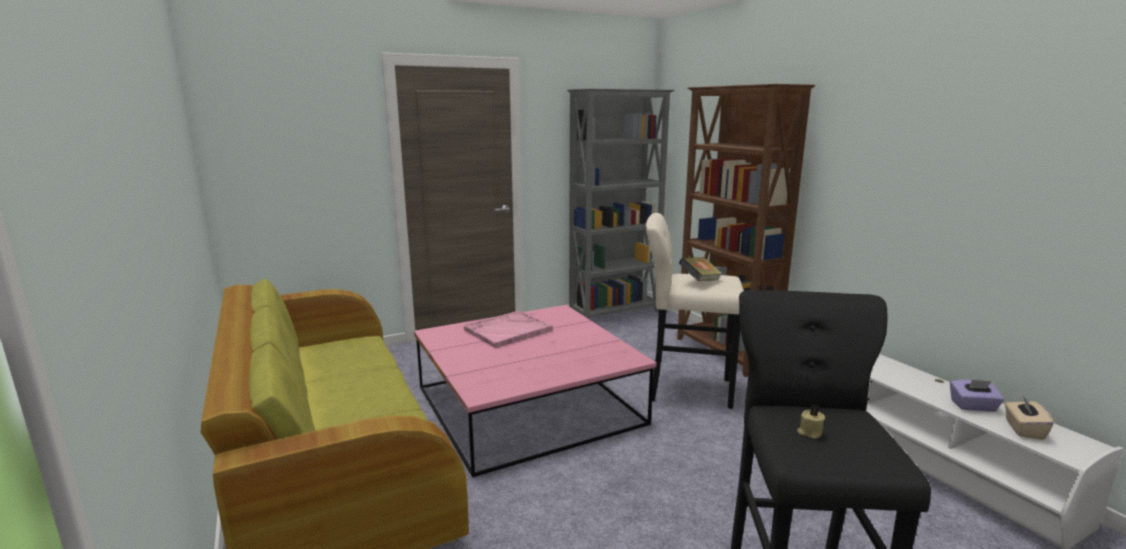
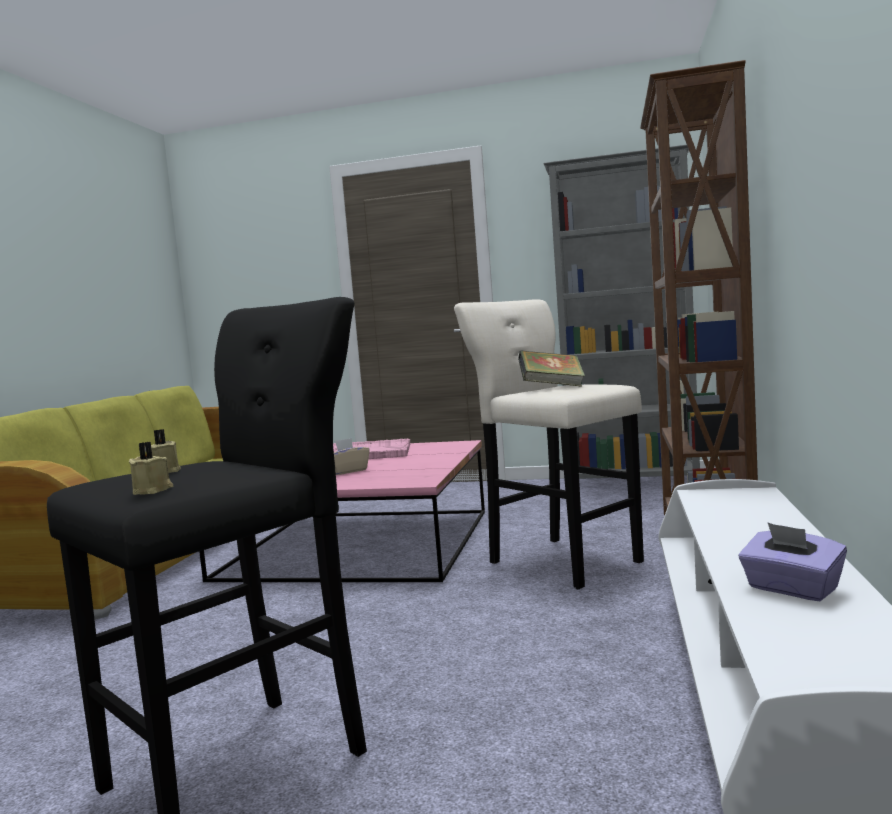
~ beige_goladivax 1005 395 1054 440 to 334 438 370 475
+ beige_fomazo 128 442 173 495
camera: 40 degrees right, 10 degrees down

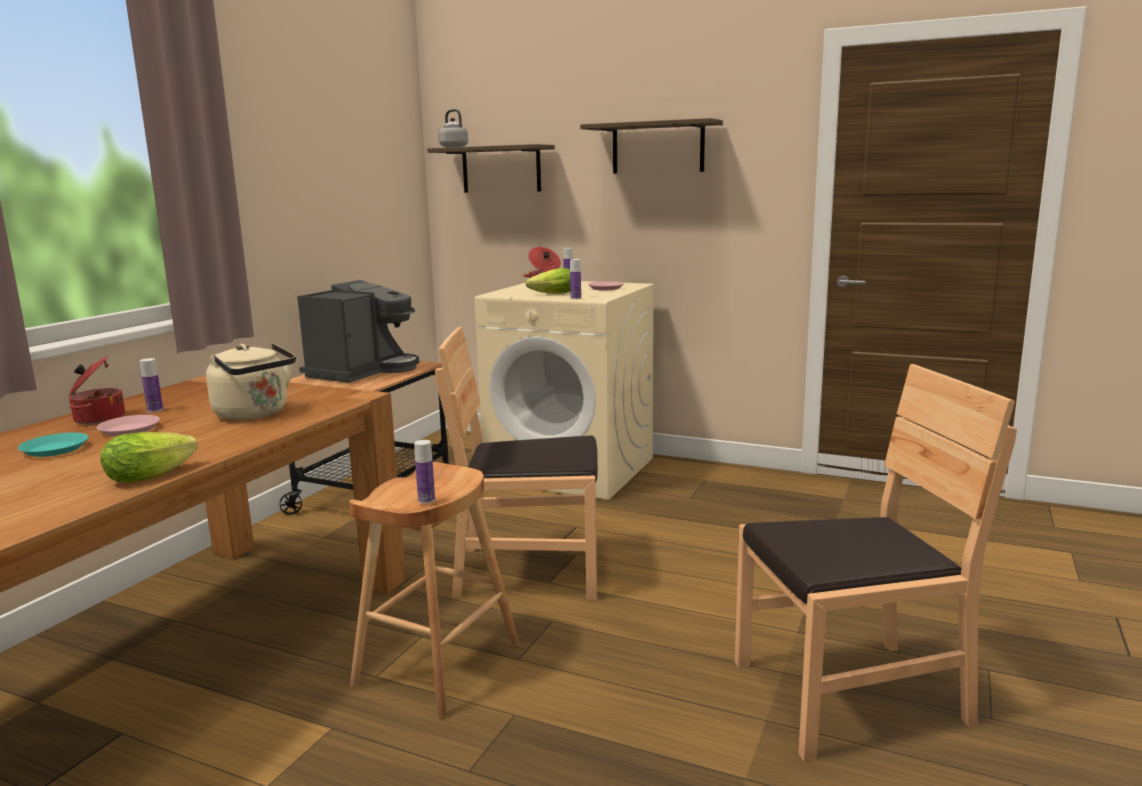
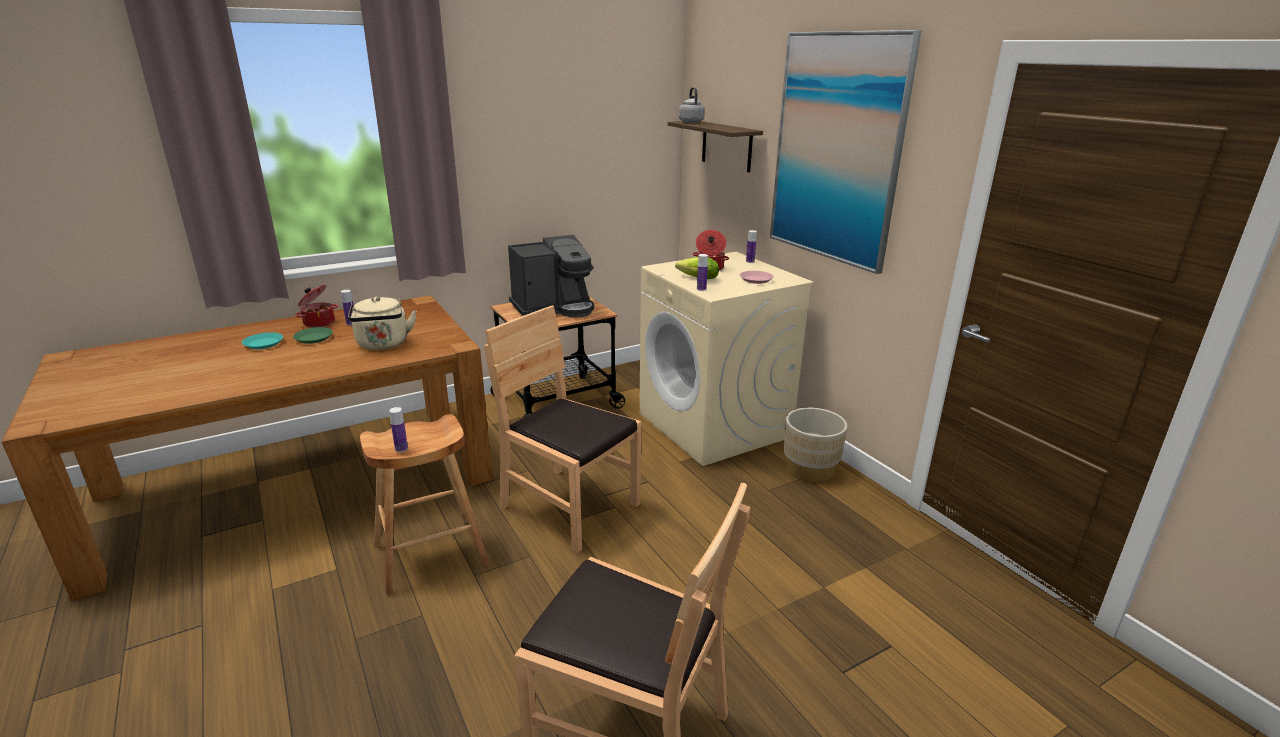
~ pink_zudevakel 97 415 160 436 to green_zudevakel 293 327 333 344
- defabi 100 432 198 483
~ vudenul 580 118 723 174 to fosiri 770 30 922 274
+ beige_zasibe 784 407 847 482
camera: 35 degrees right, 10 degrees up

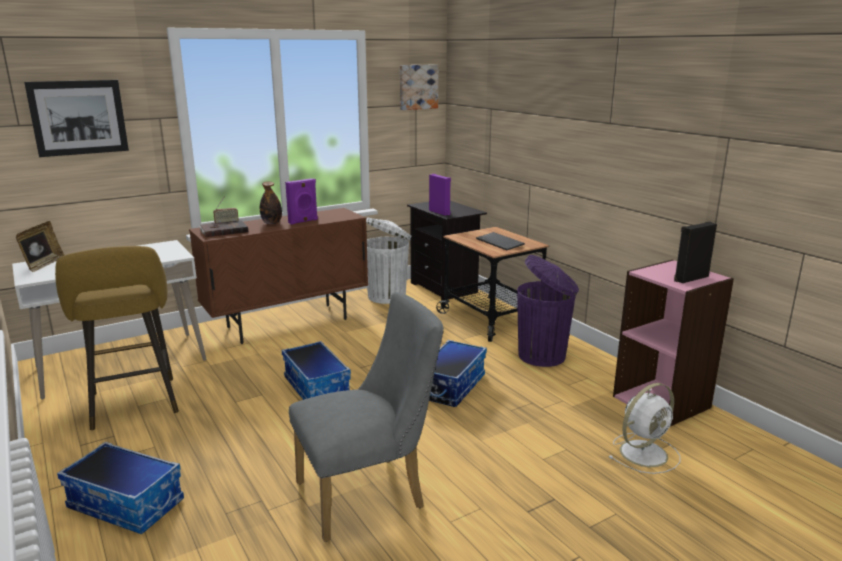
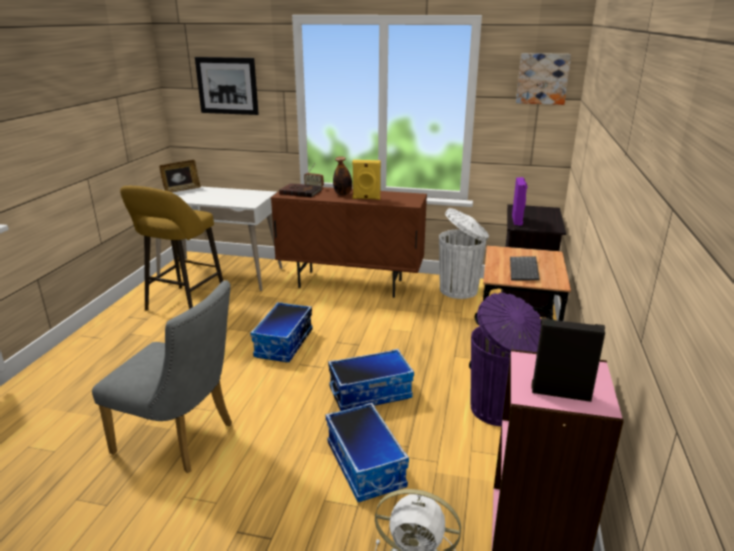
~ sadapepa 57 442 184 534 to 326 403 409 502
~ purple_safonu 285 178 318 225 to yellow_safonu 352 160 381 200
camera: 45 degrees right, 5 degrees up

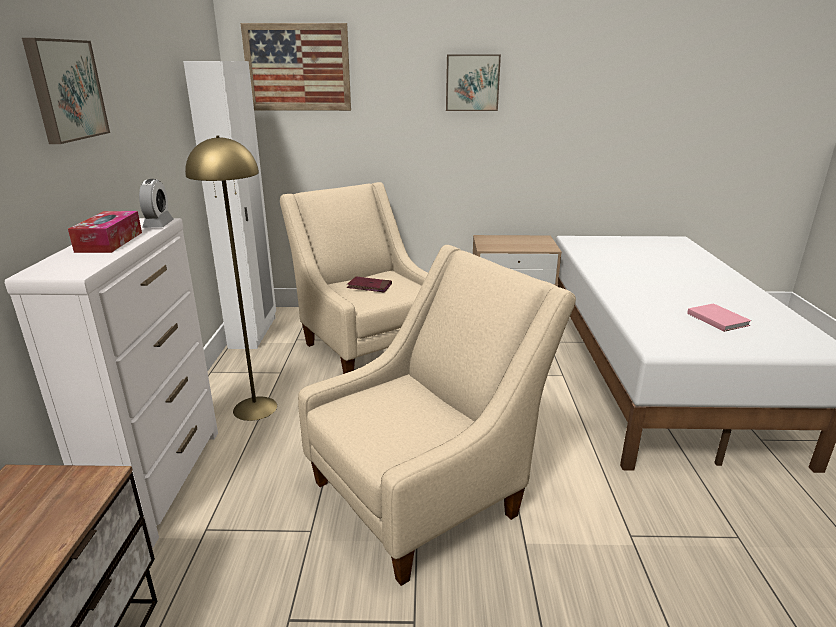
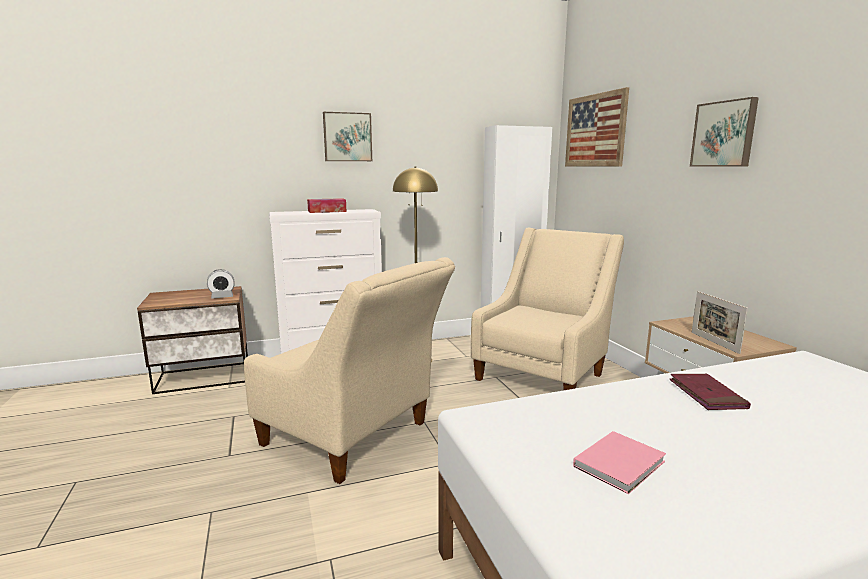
~ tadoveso 139 179 174 228 to 207 269 235 299
~ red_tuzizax 347 276 392 293 to 669 373 751 410
+ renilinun 691 291 748 354
camera: 70 degrees right, 10 degrees down

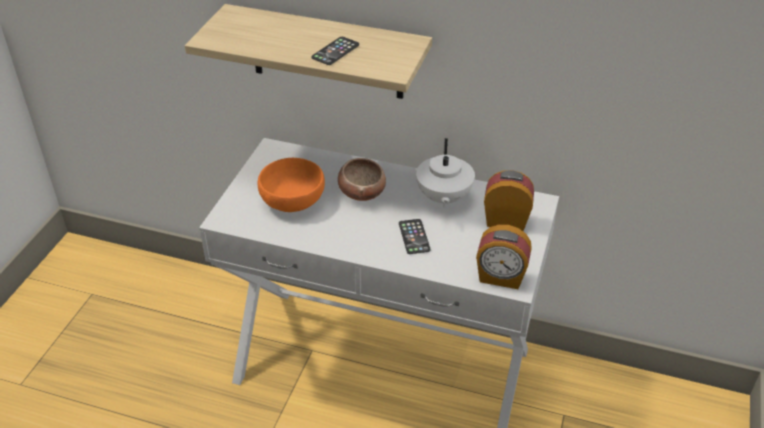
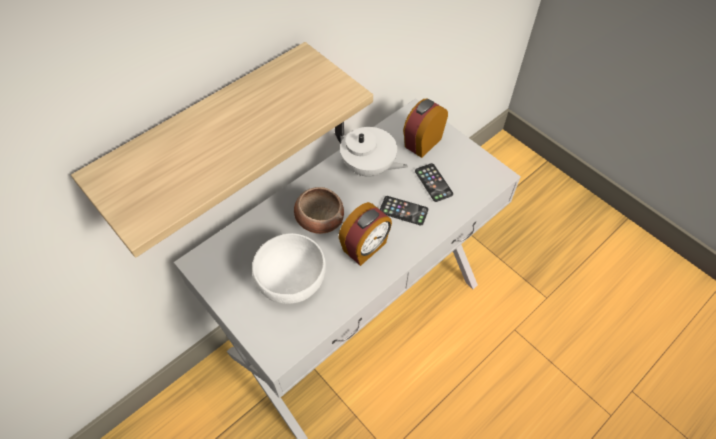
~ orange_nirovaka 257 158 325 212 to white_nirovaka 252 233 326 304
~ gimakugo 311 37 359 65 to 415 163 453 202
~ tadoveso 476 225 532 289 to 338 202 392 266
camera: 60 degrees left, 15 degrees up

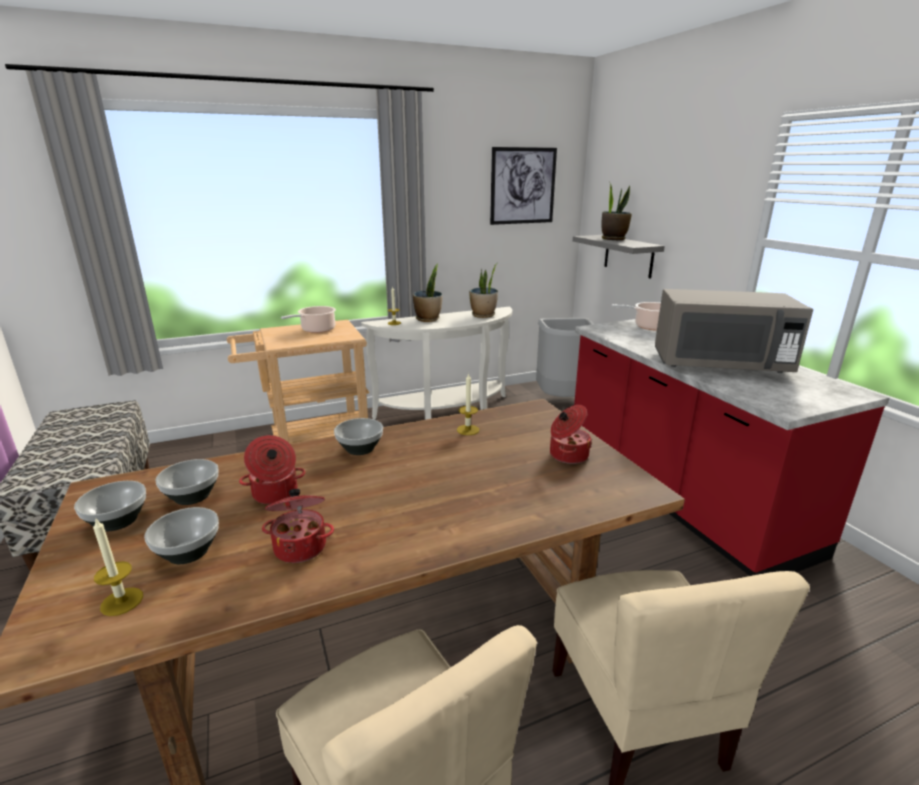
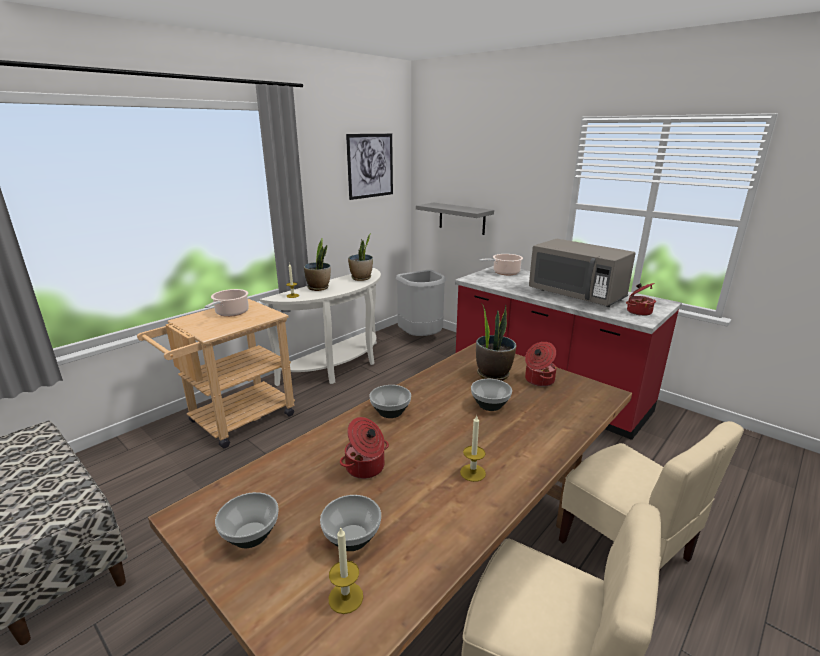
~ nirovaka 155 459 218 505 to 471 379 512 411
~ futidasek 262 489 334 563 to 626 283 656 316
~ fomazo 457 373 479 435 to 460 416 486 482
~ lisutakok 601 183 632 240 to 476 303 516 381
~ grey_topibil 655 289 813 373 = 529 239 635 307 60 degrees clockwise
camera: 25 degrees left, 0 degrees up

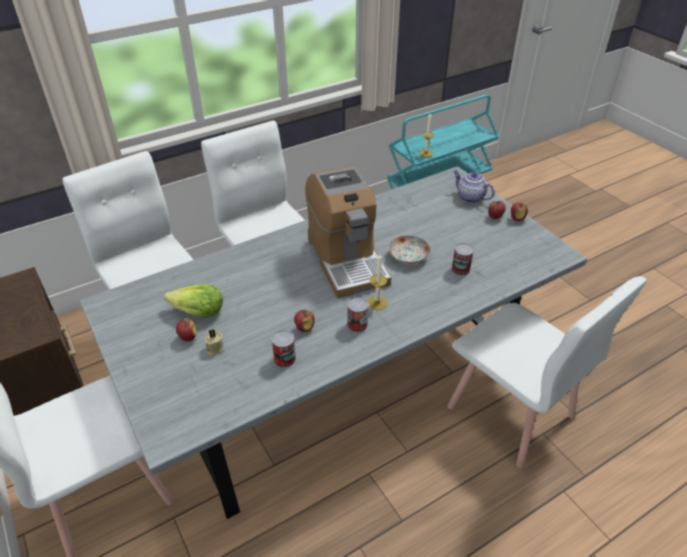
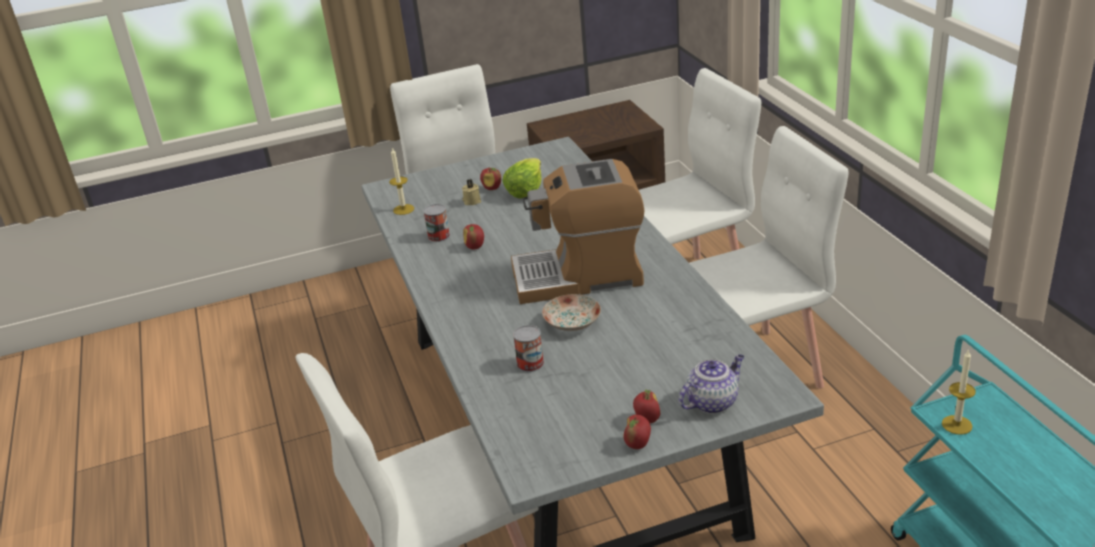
- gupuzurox 347 297 369 332
~ fomazo 368 254 387 310 to 389 147 414 215
camera: 105 degrees right, 10 degrees down

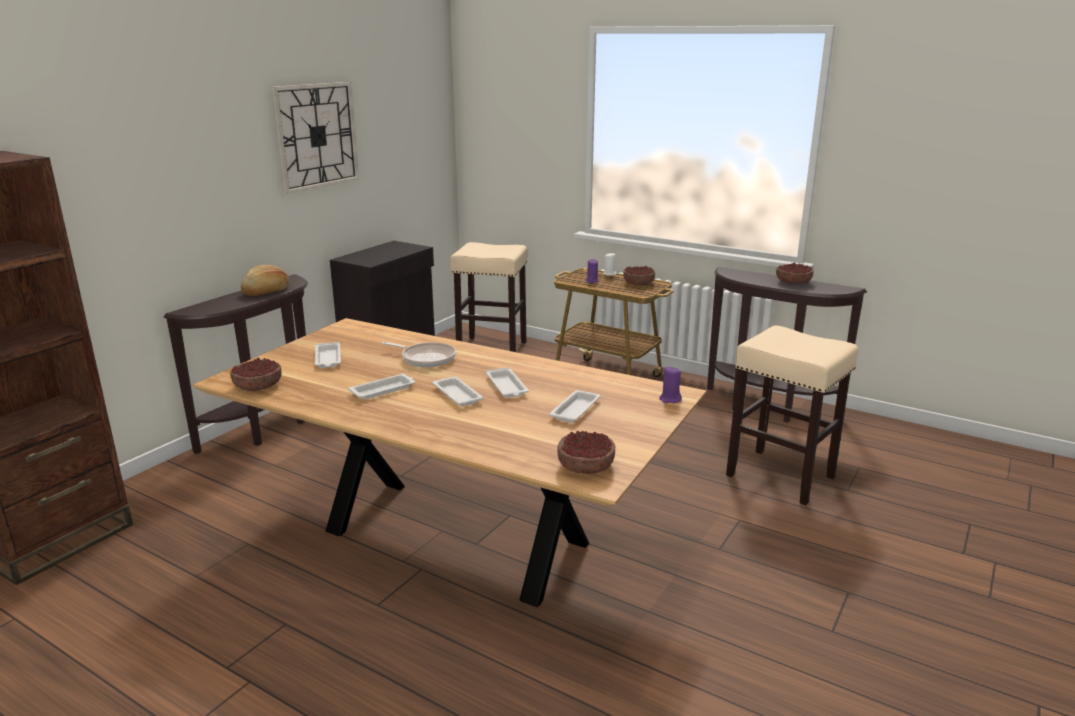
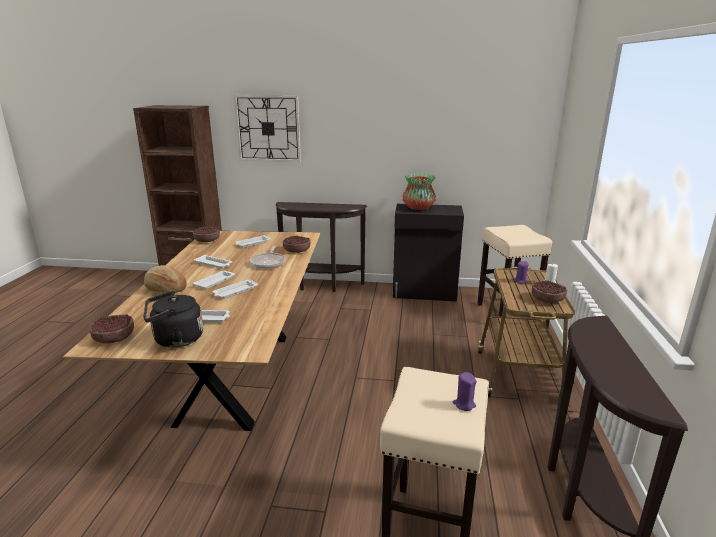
~ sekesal 241 265 289 296 to 144 265 187 293
~ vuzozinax 272 82 359 194 to 234 95 301 162
~ purple_fomazo 659 366 682 403 to 453 372 477 411
~ nirovaka 776 262 814 284 to 283 235 311 253
+ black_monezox 144 291 203 348
+ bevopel 403 173 436 210
camera: 65 degrees right, 0 degrees up

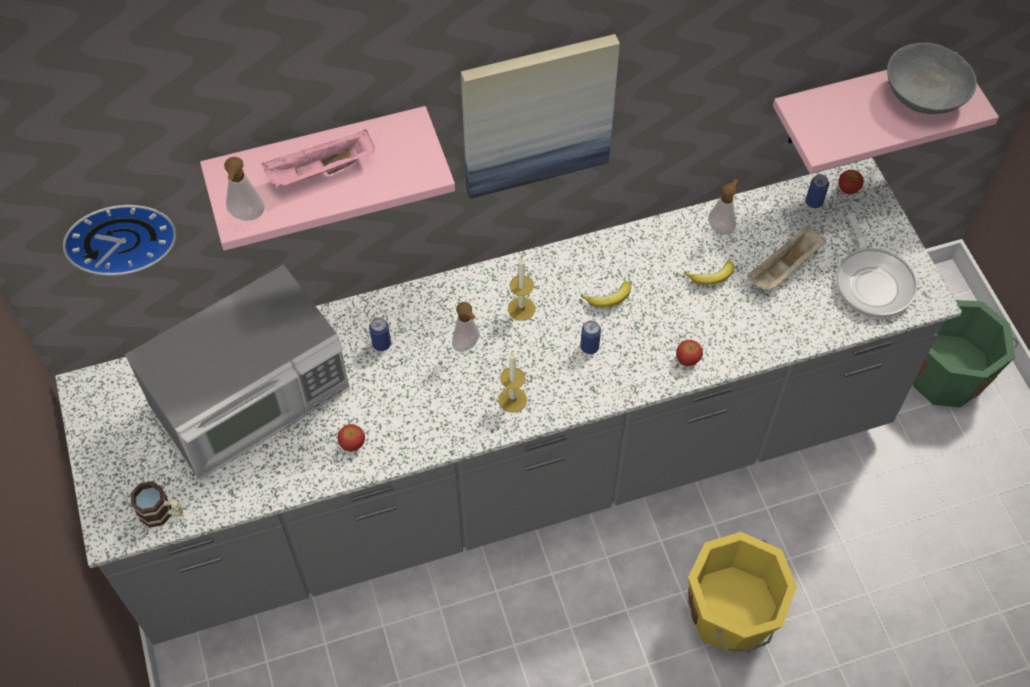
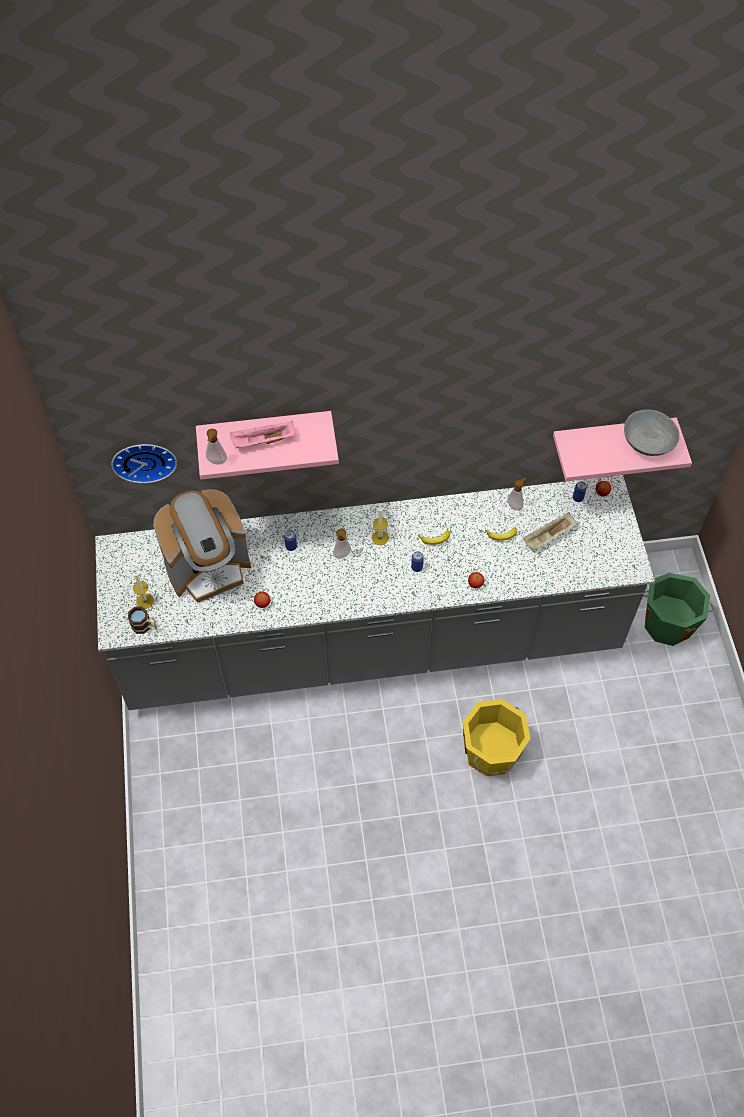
~ topibil 125 265 350 480 to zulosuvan 153 489 251 603
- fosiri 461 34 620 199
~ fomazo 498 352 527 413 to 133 572 154 609
- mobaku 836 213 917 318
camera: 10 degrees right, 0 degrees up

